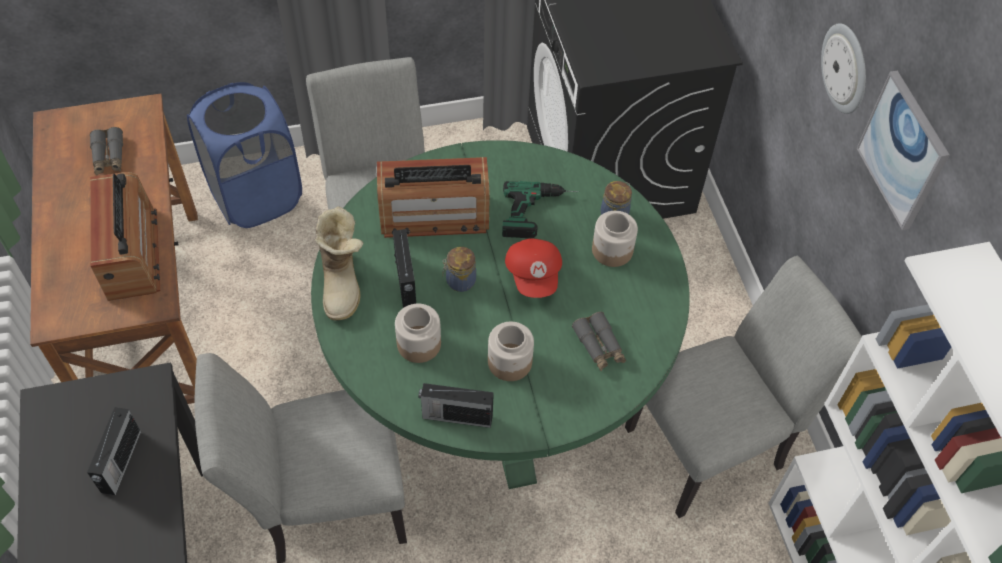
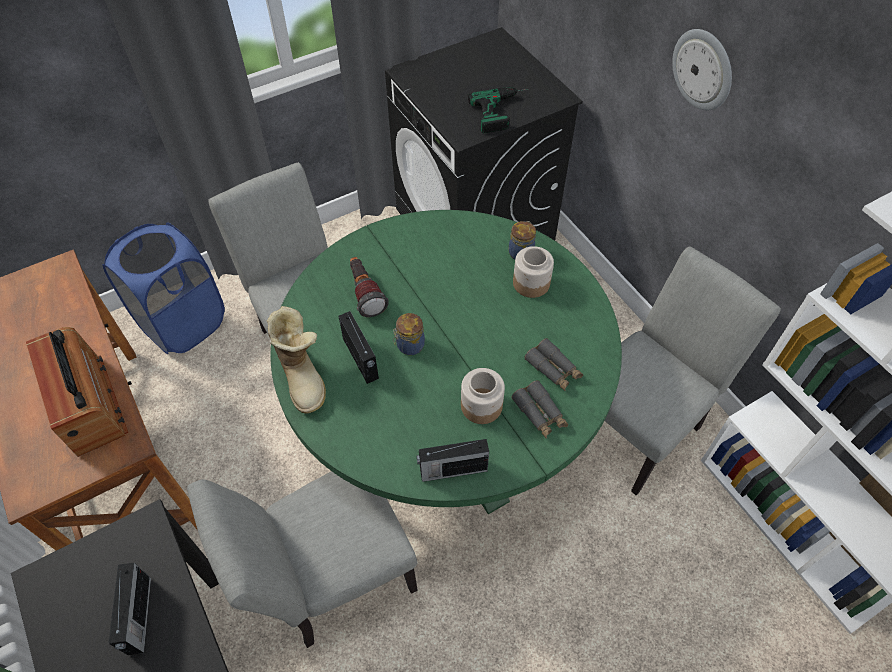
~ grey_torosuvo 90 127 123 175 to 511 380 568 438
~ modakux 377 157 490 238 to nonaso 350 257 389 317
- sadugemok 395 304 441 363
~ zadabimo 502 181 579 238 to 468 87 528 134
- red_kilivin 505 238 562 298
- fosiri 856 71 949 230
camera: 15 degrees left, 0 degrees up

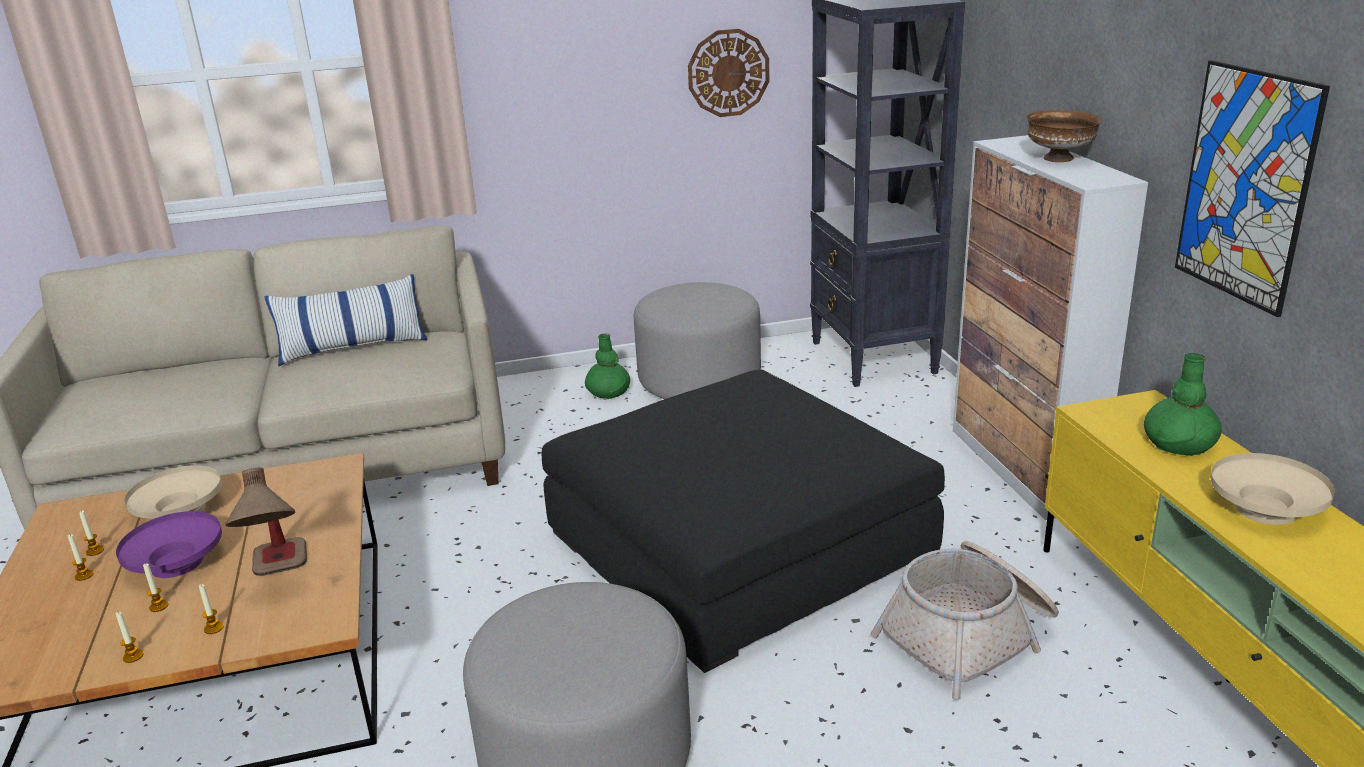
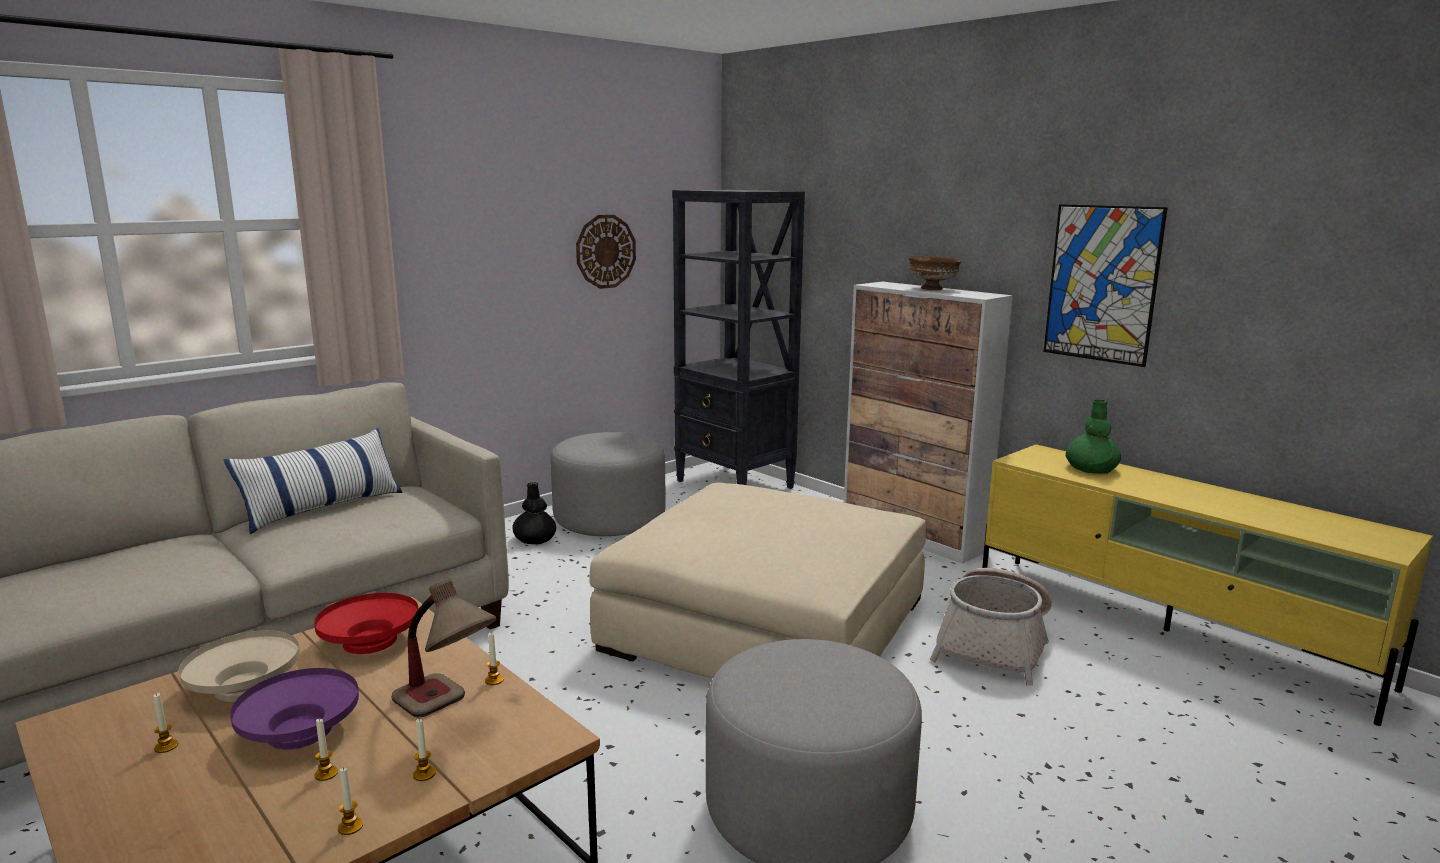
~ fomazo 68 534 94 581 to 485 633 504 685
~ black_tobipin 542 369 945 673 to beige_tobipin 590 482 926 678
~ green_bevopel 585 334 630 399 to black_bevopel 513 482 556 544
- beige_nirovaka 1211 453 1334 525
+ red_nirovaka 314 593 418 654
camera: 30 degrees left, 10 degrees down

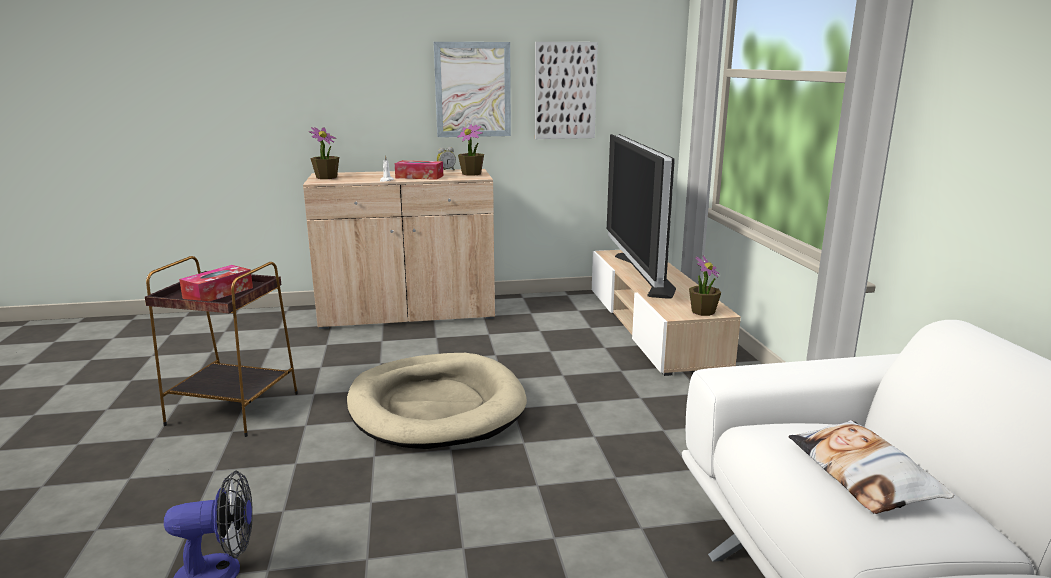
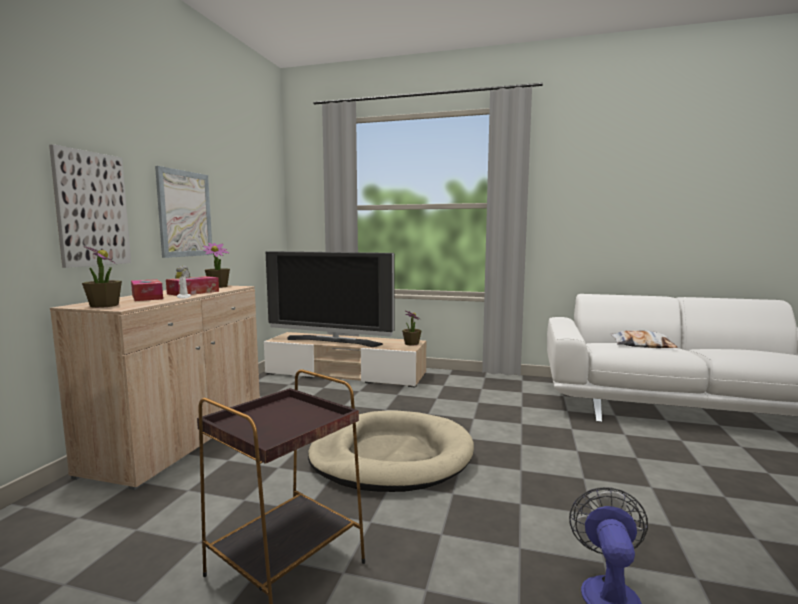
~ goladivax 179 265 253 301 to 131 279 163 301
~ fosiri 535 42 598 139 to 49 144 131 268
camera: 65 degrees left, 10 degrees down

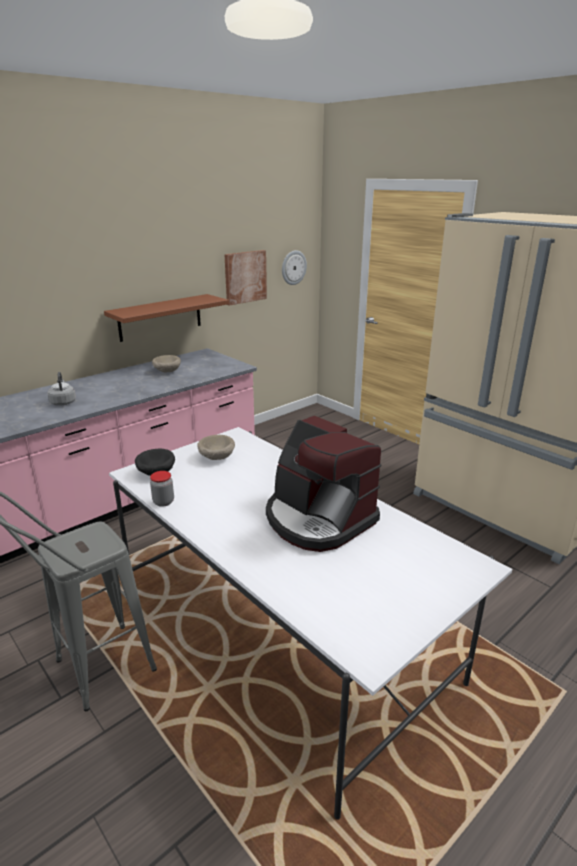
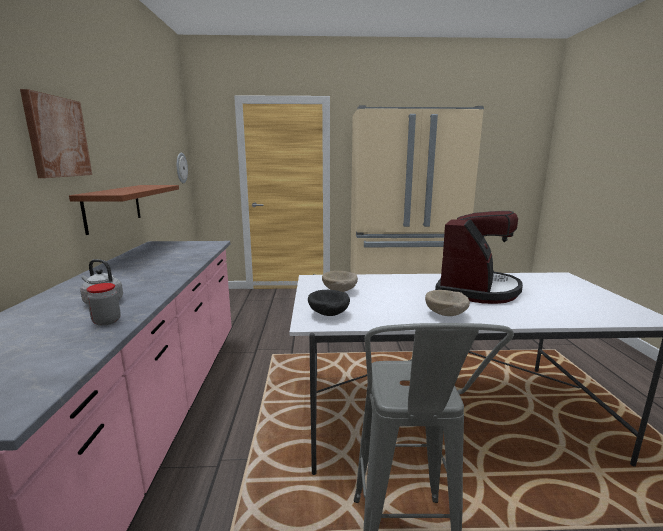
~ sadugemok 150 471 174 507 to 87 283 121 326
~ beige_nirovaka 152 355 181 372 to 425 290 470 316
~ fosiri 224 250 267 306 to 20 89 92 178
~ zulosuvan 266 416 382 552 = 435 211 523 304 60 degrees counterclockwise
camera: 50 degrees left, 10 degrees down

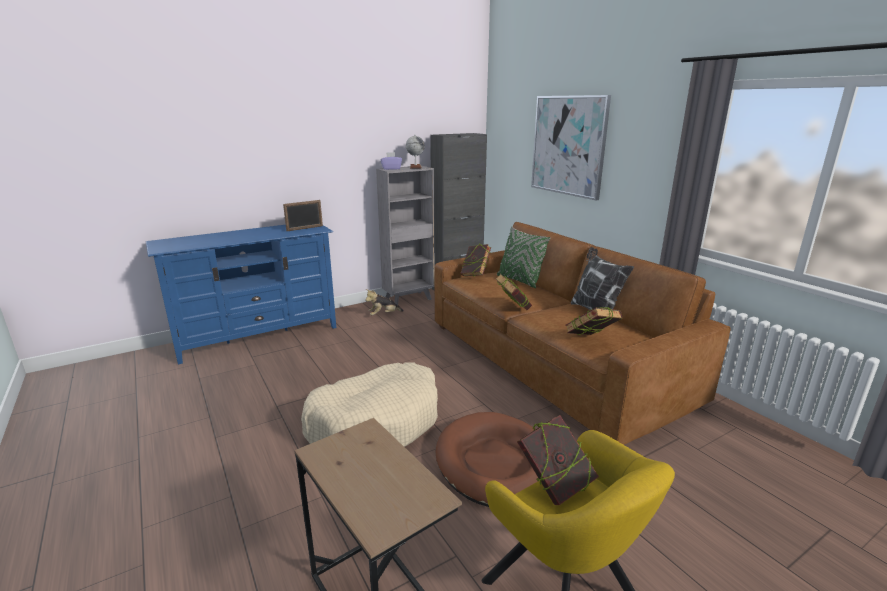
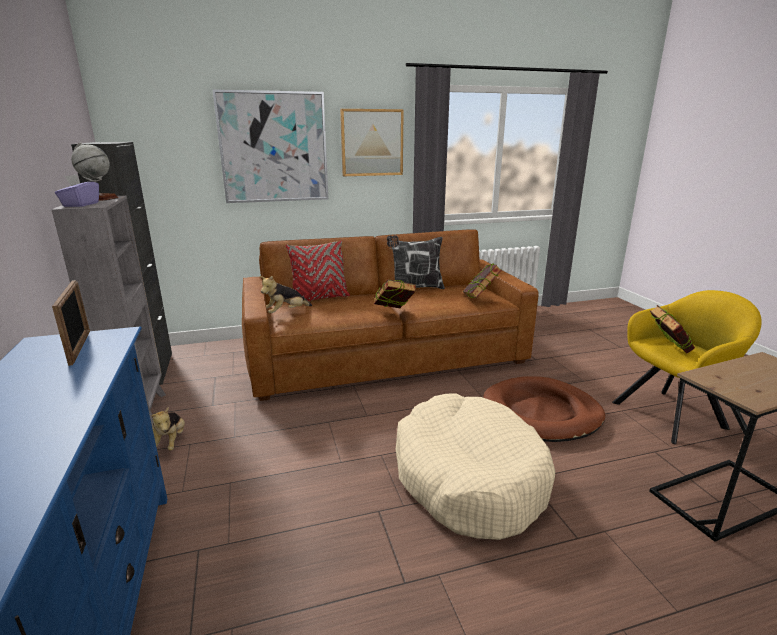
~ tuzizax 461 244 491 276 to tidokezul 260 276 312 314
~ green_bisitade 497 227 551 288 to red_bisitade 286 240 350 301
+ fosiri 340 109 404 176
camera: 75 degrees left, 0 degrees up

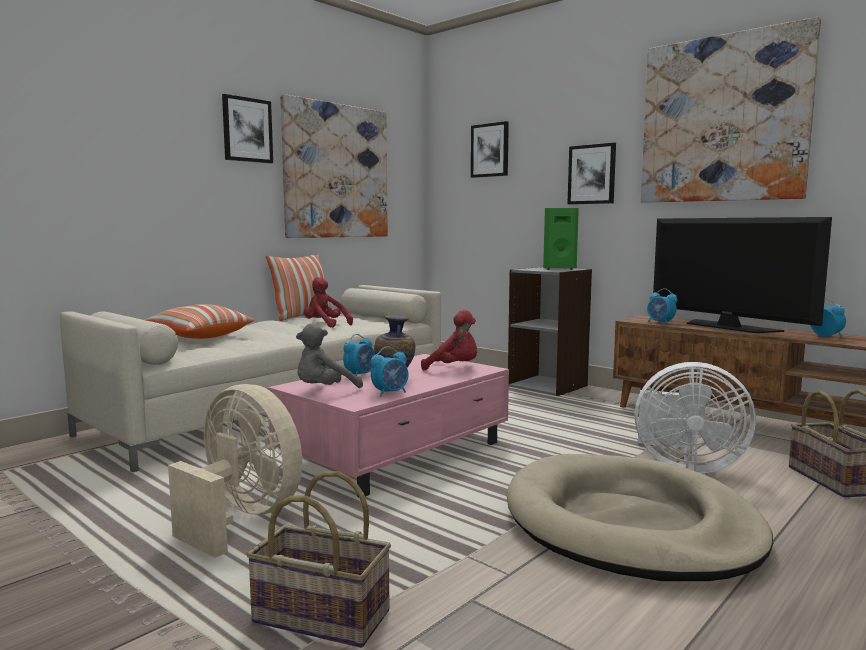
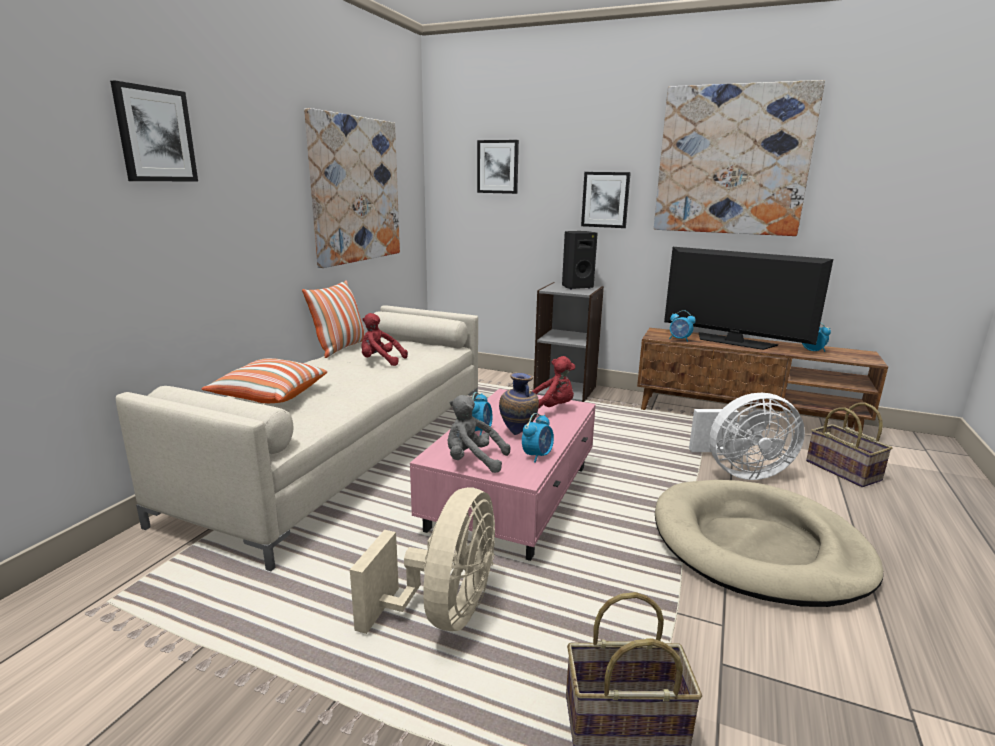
~ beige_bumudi 168 384 302 558 = 350 487 495 634 90 degrees clockwise
~ fosiri 222 94 273 163 to 110 80 198 181
~ grey_tidokezul 296 324 363 388 = 448 395 510 473 75 degrees clockwise
~ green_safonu 543 208 579 270 to black_safonu 562 231 598 289
camera: 20 degrees left, 10 degrees up

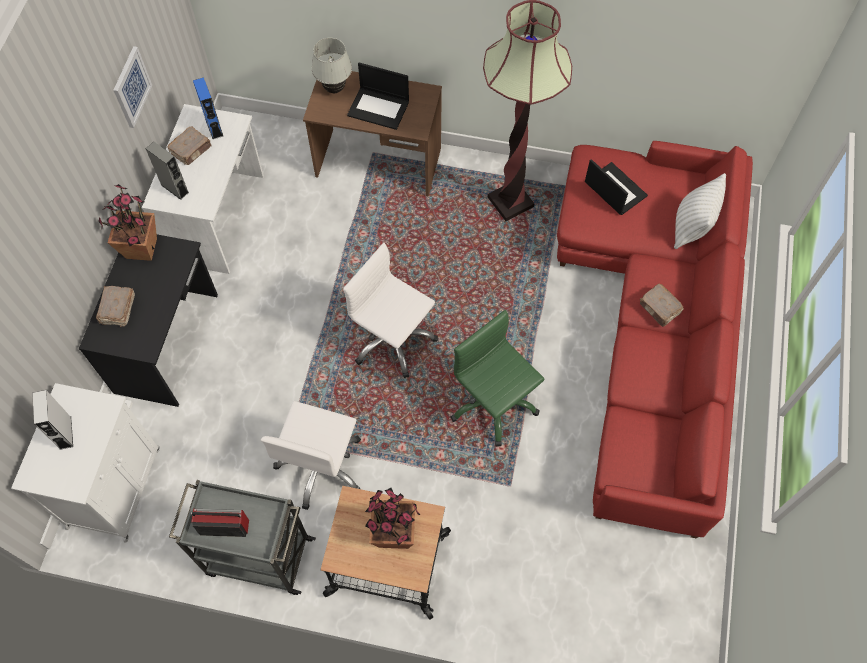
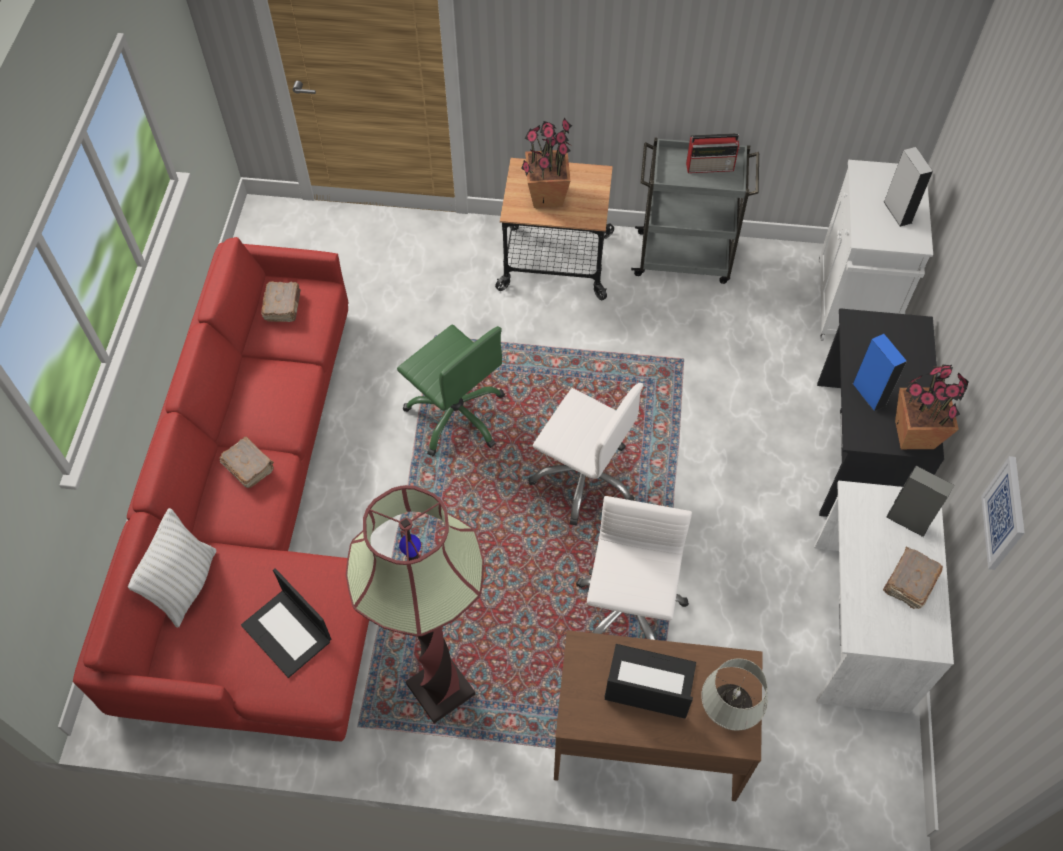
~ brown_tuzizax 96 286 135 327 to 261 281 301 322
~ blue_safonu 193 77 223 139 to 852 334 907 412
~ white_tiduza 261 401 361 510 to 576 496 692 640
camera: 175 degrees right, 5 degrees down

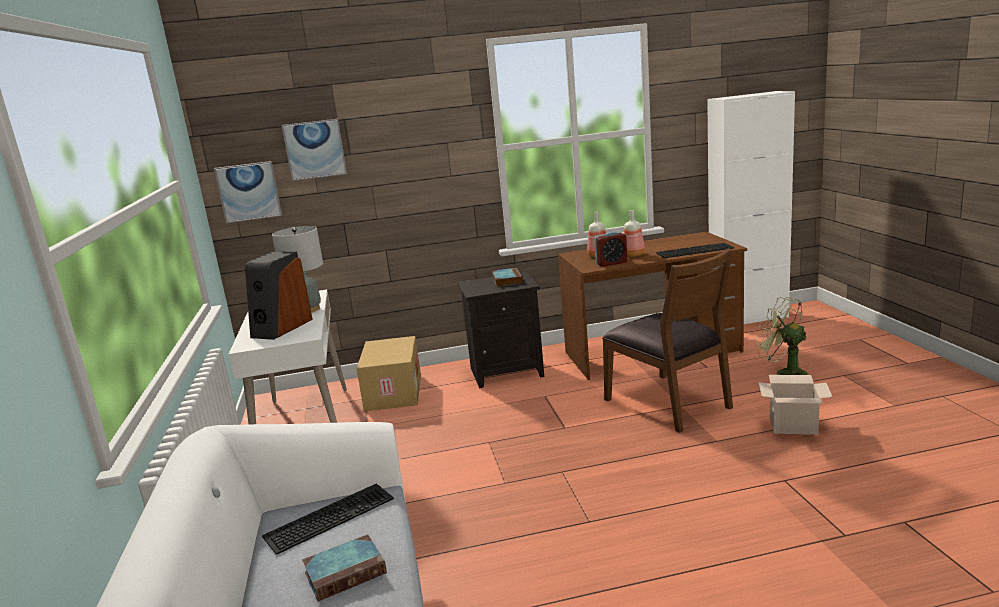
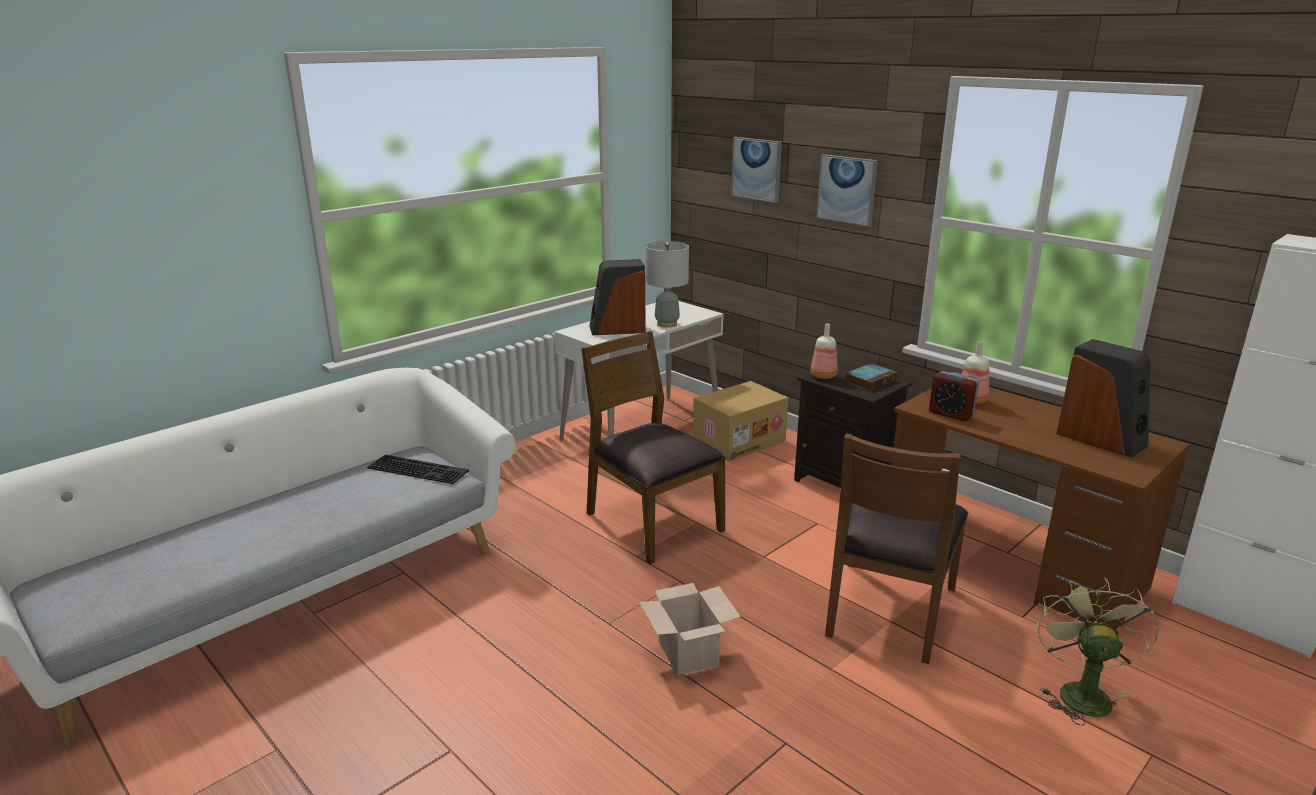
~ fosiri 214 161 282 223 to 816 154 878 227
- tuzizax 302 534 387 601
~ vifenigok 624 210 645 257 to 811 323 838 379
- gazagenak 656 243 734 258
~ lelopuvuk 759 375 832 435 to 639 583 741 675
+ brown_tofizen 581 331 726 564
+ safonu 1056 339 1150 458
camera: 55 degrees right, 5 degrees up

